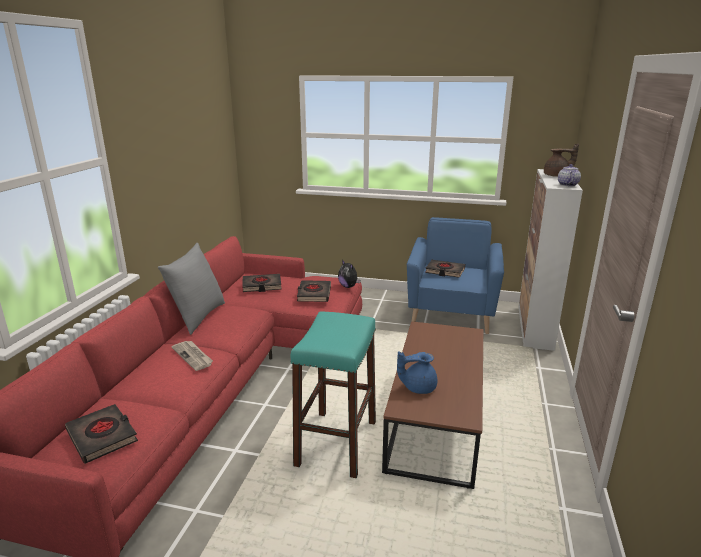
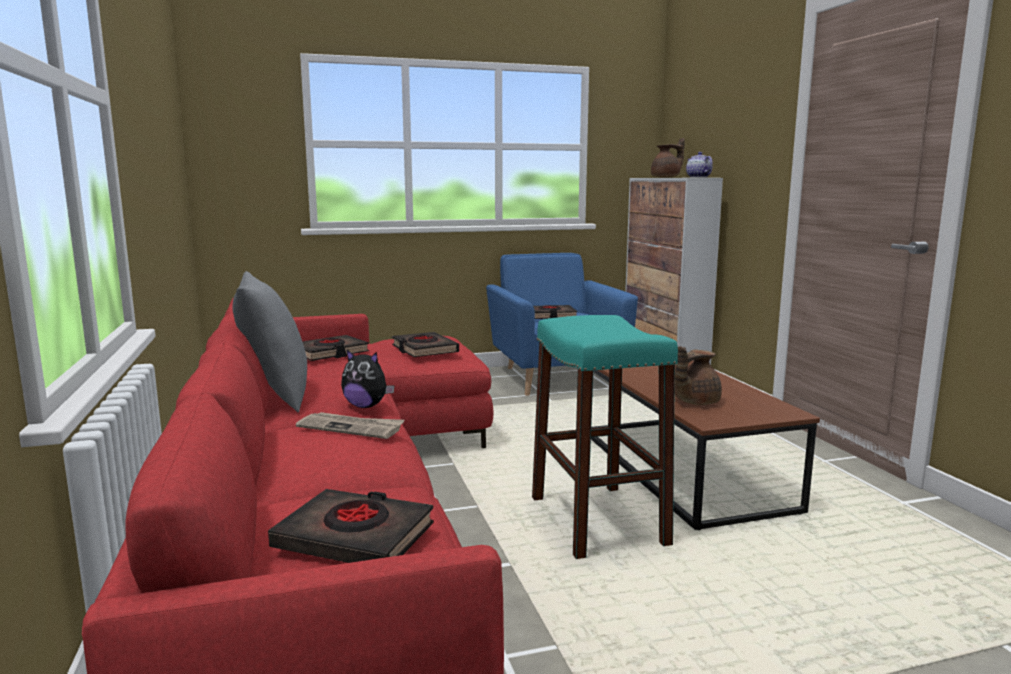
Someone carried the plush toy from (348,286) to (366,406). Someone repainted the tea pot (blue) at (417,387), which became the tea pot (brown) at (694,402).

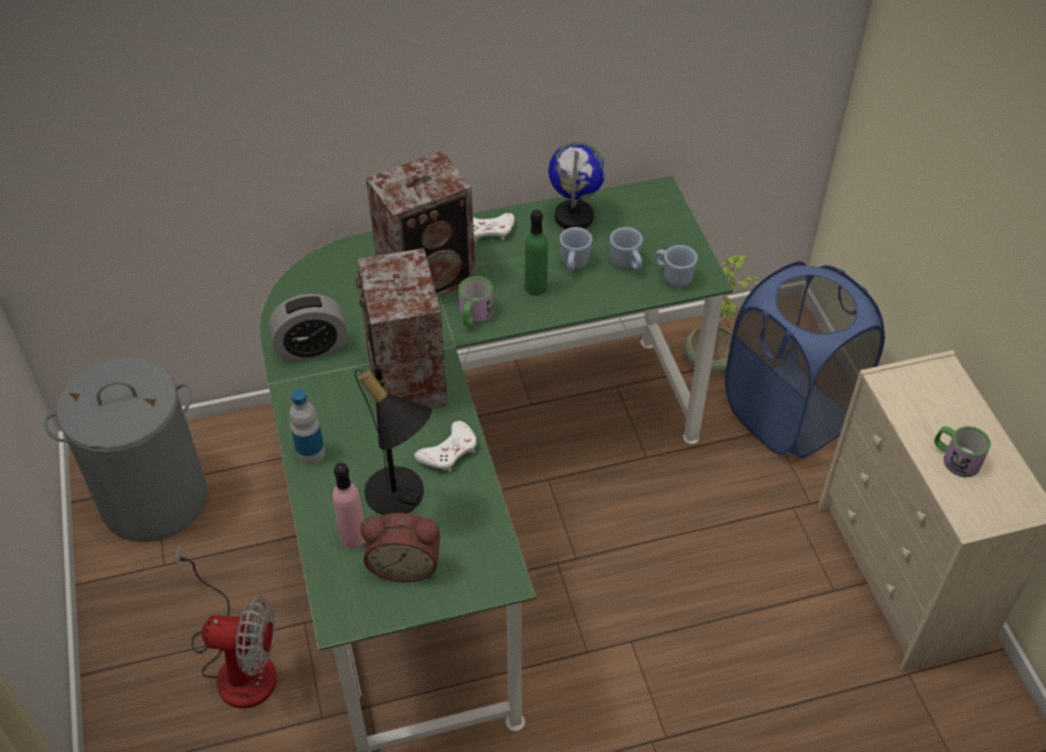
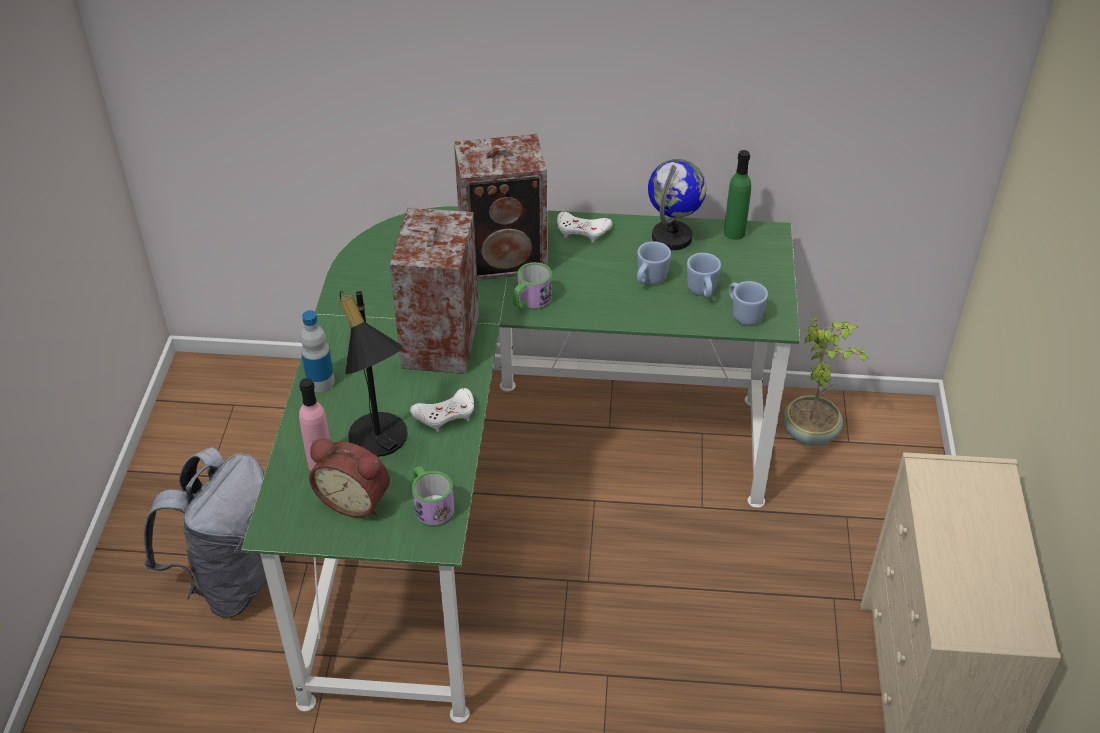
Someone took away the laundry basket (grey) at (153,499). Someone swapped the fan at (237,662) for the backpack (grey) at (232,579). Someone took away the alarm clock at (311,349). Someone carried the drink bottle (green) from (536,287) to (734,232). Someone took away the laundry basket (blue) at (788,414). Someone carried the coffee mug from (955,458) to (431,506).

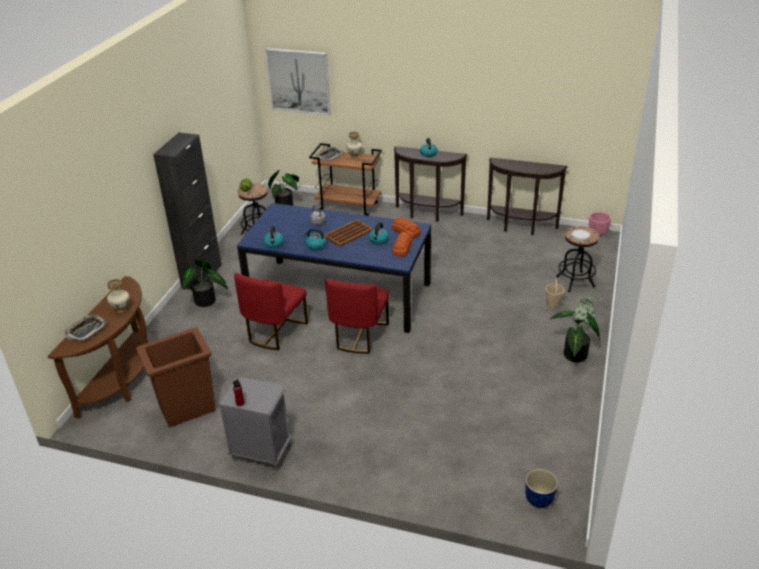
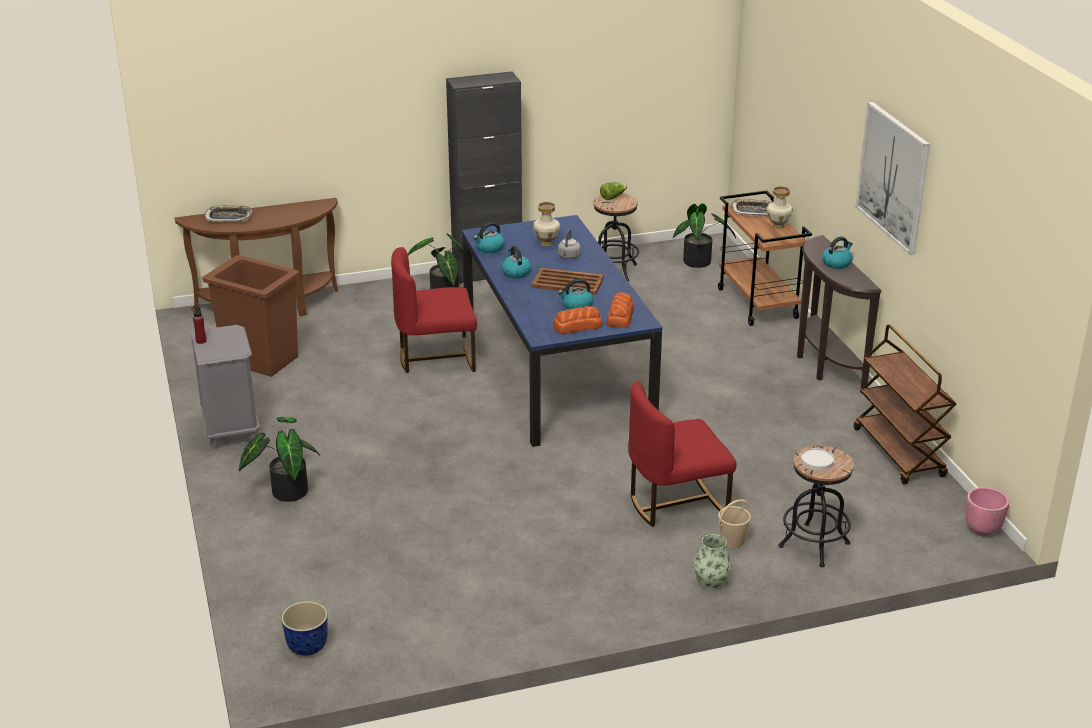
Someone carried the vase from (121,309) to (547,243). Someone carried the wall picture from (299,81) to (893,176). Someone carried the chair (reddish) from (359,336) to (676,503). Someone swapped the console table (brown) at (521,227) for the wheeled cart (brown) at (899,453). Someone carried the potted plant from (573,356) to (286,491).

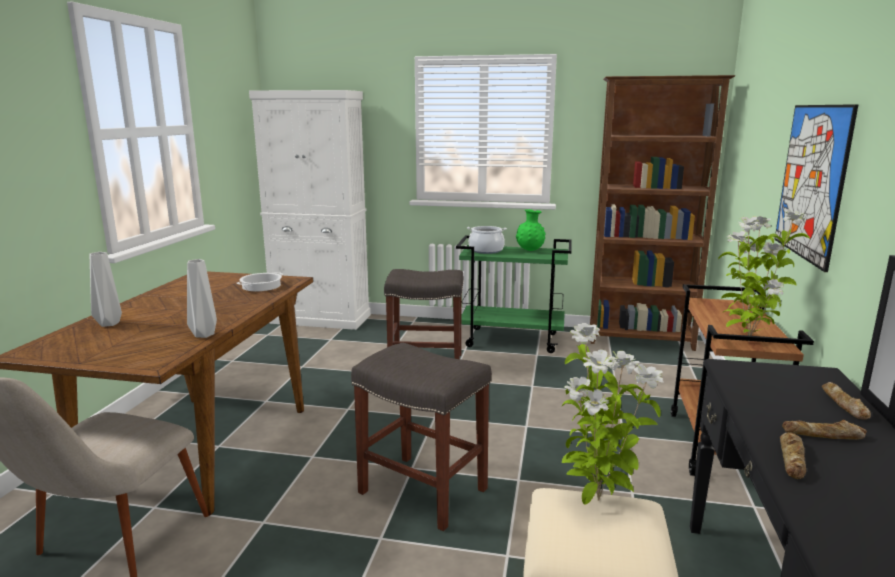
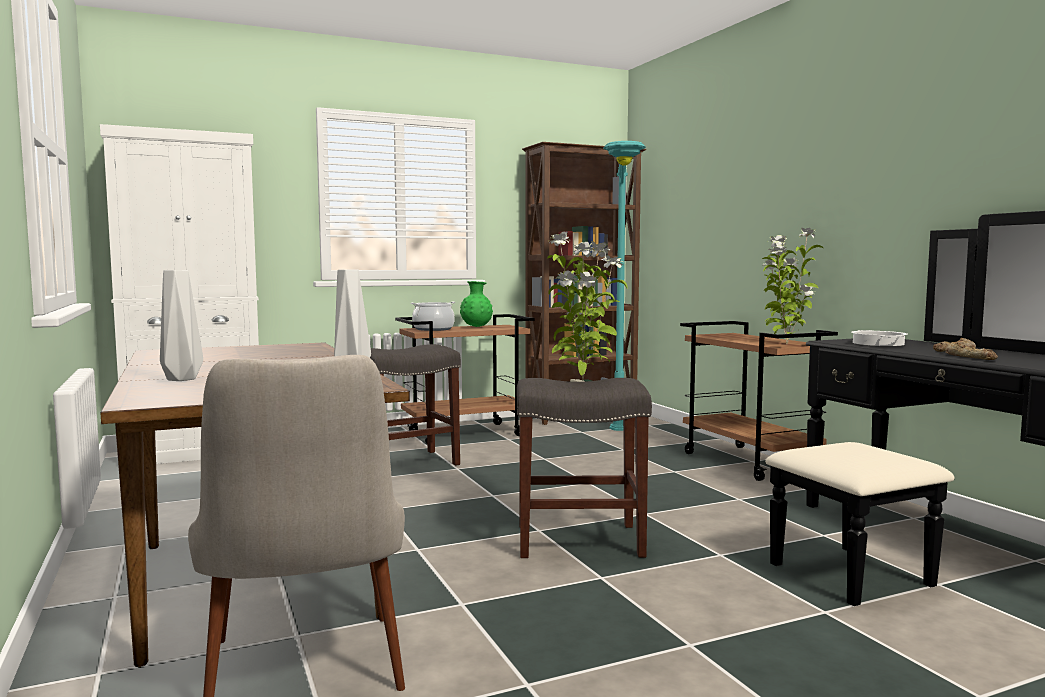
Someone carried the cooking pot from (261,286) to (877,343). Someone repainted the wheeled cart (green) at (513,340), which became the wheeled cart (brown) at (466,433). Someone carried the potted plant from (597,502) to (582,380). Someone took away the wall picture at (811,182). Someone took away the bread at (843,405). Someone put down the floor lamp (turquoise-coloured) at (619,442).

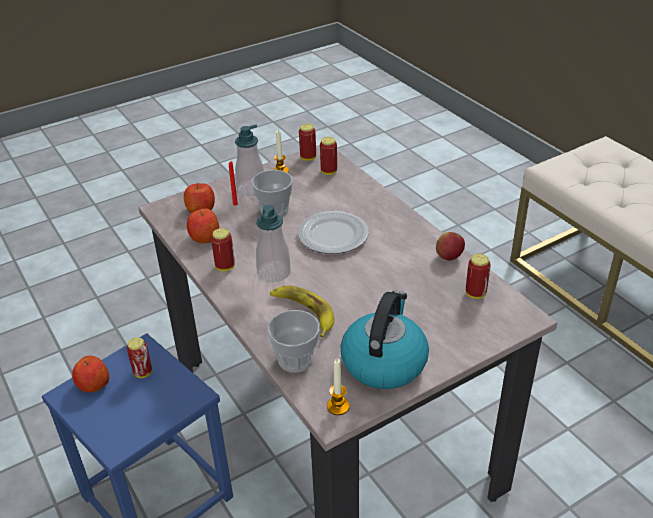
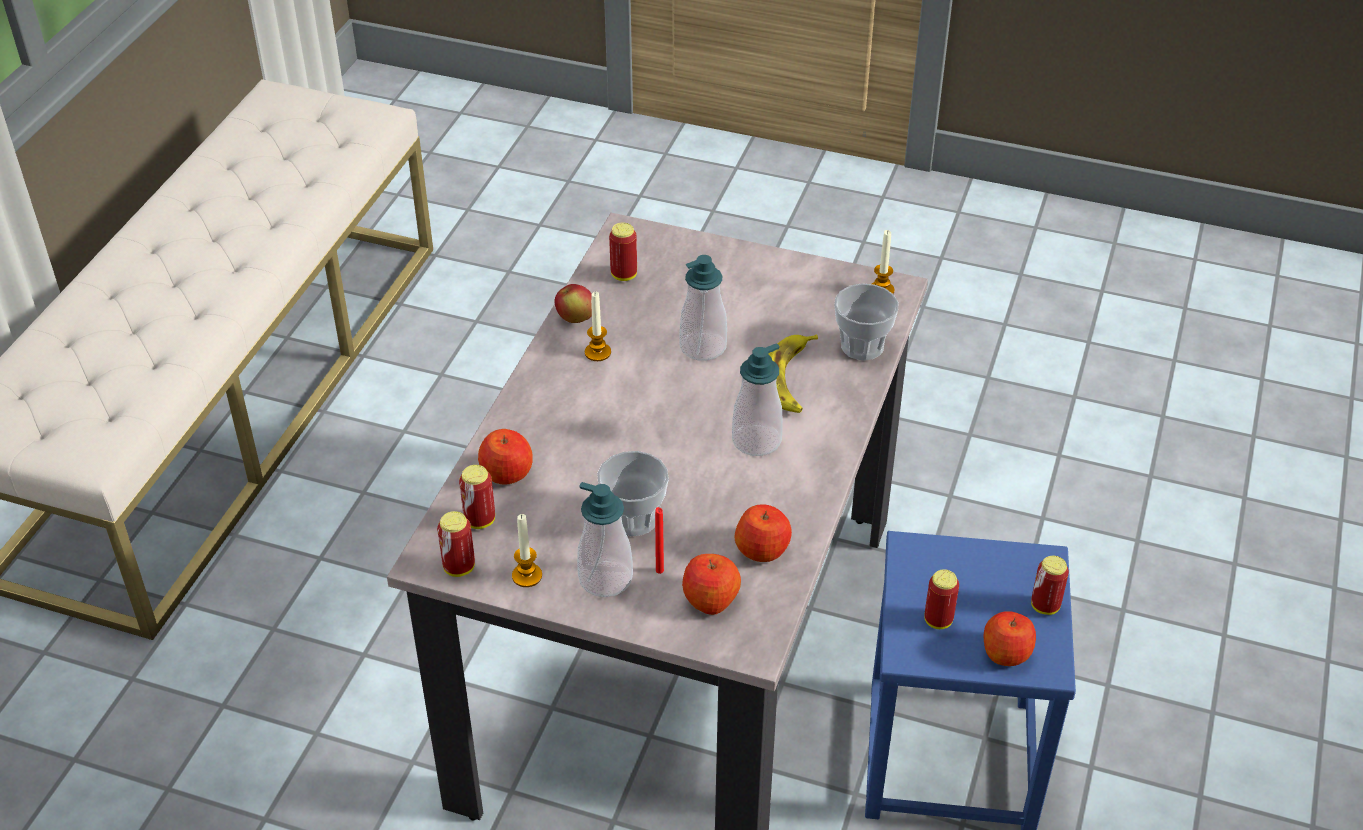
Someone carried the sealed can from (225,267) to (1045,606). Someone took away the flat dish at (333,235). Someone took away the tea kettle at (384,362). Someone put down the apple at (507,473). Someone put down the wax candle at (597,352). Someone put down the liquid soap bottle at (703,347).

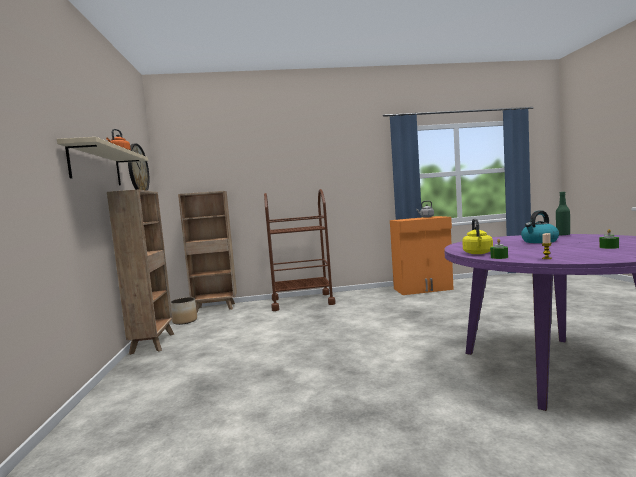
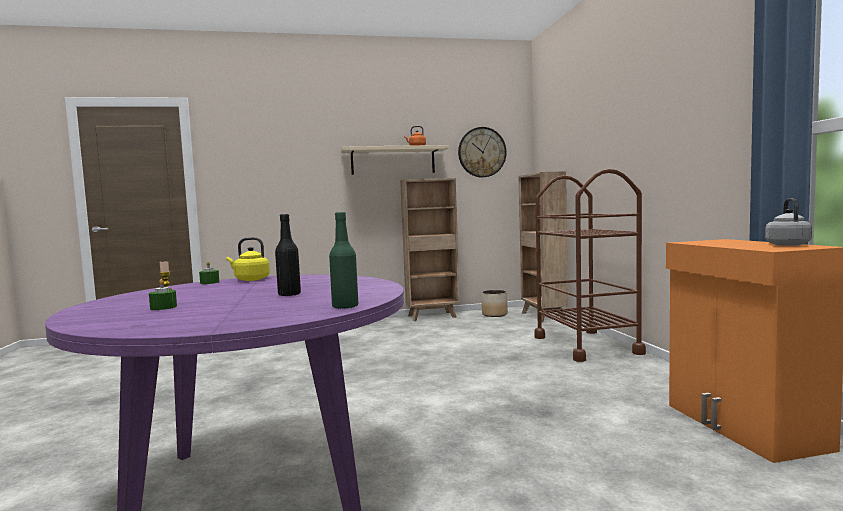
Someone swapped the tea kettle at (539,241) for the drink bottle (black-coloured) at (289,295).

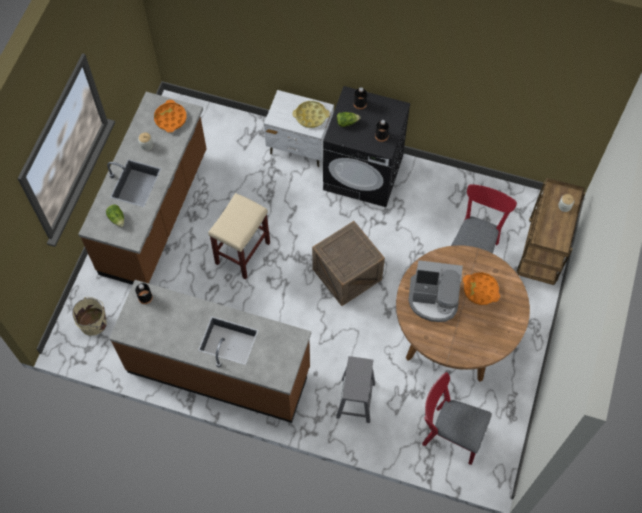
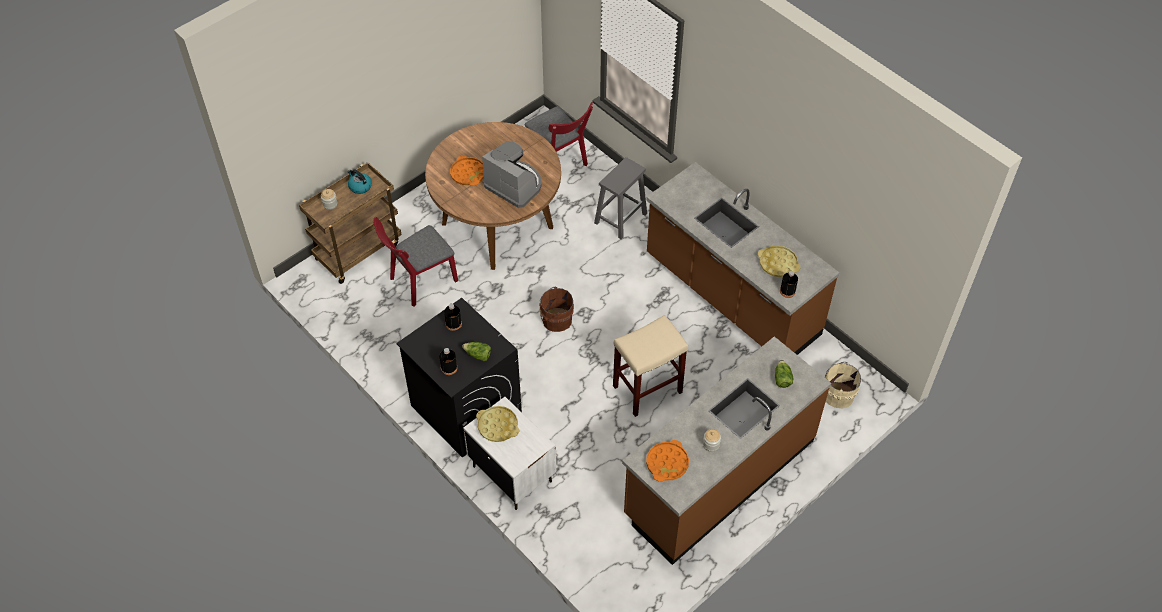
Someone swapped the packing crate at (347,274) for the water bucket (brown) at (555,319). Someone put down the tea kettle at (360,186). Someone put down the tray (yellowish) at (778,264).

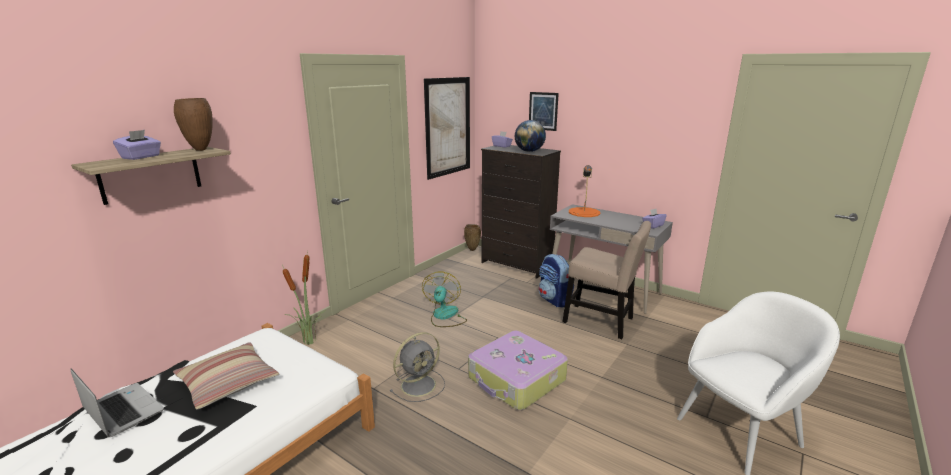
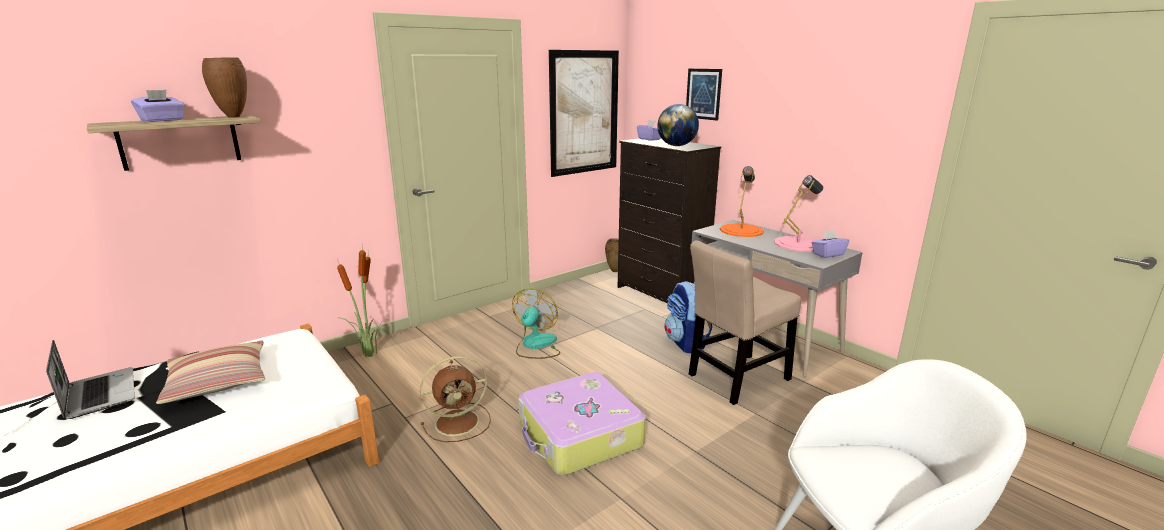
Someone repainted the fan (grey) at (419,384), which became the fan (brown) at (459,422). Someone rotated the chair (beige) at (601,321) by 105 degrees clockwise. Someone put down the lamp for a table (pink) at (798,244).

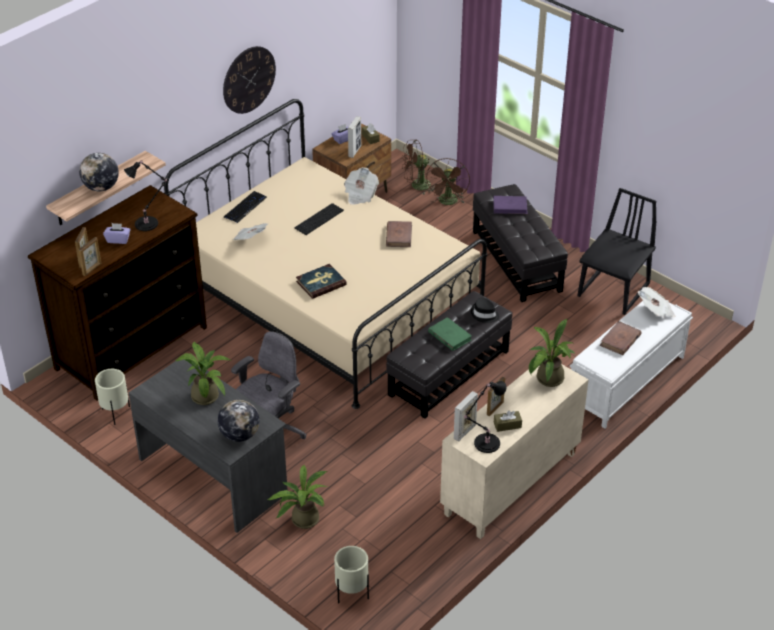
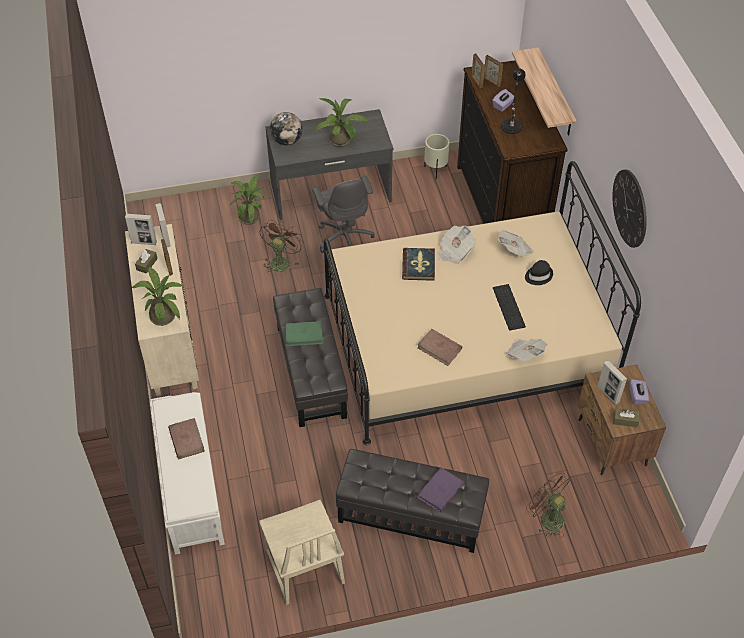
Someone took away the globe at (101,187). Someone took away the keyboard at (245,207). Someone took away the flower pot (beige) at (351,594). Someone carried the fan (brown) from (416,186) to (281,261). Someone swapped the lamp for a table (black-coloured) at (485,444) for the photo frame at (144,242). Someone carried the hat (black-coloured) from (484,314) to (538,275). Someone repainted the chair (black-coloured) at (614,291), which became the chair (beige) at (303,567). Someone carried the daily paper from (655,311) to (455,251).

